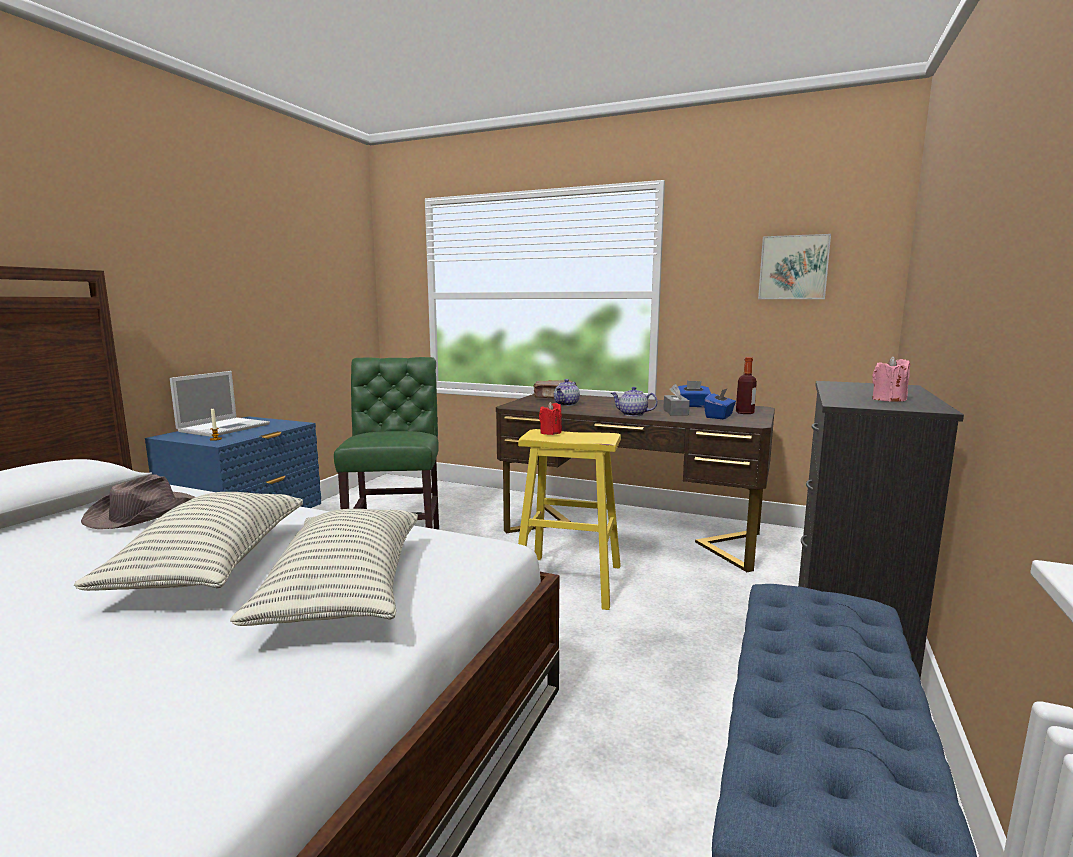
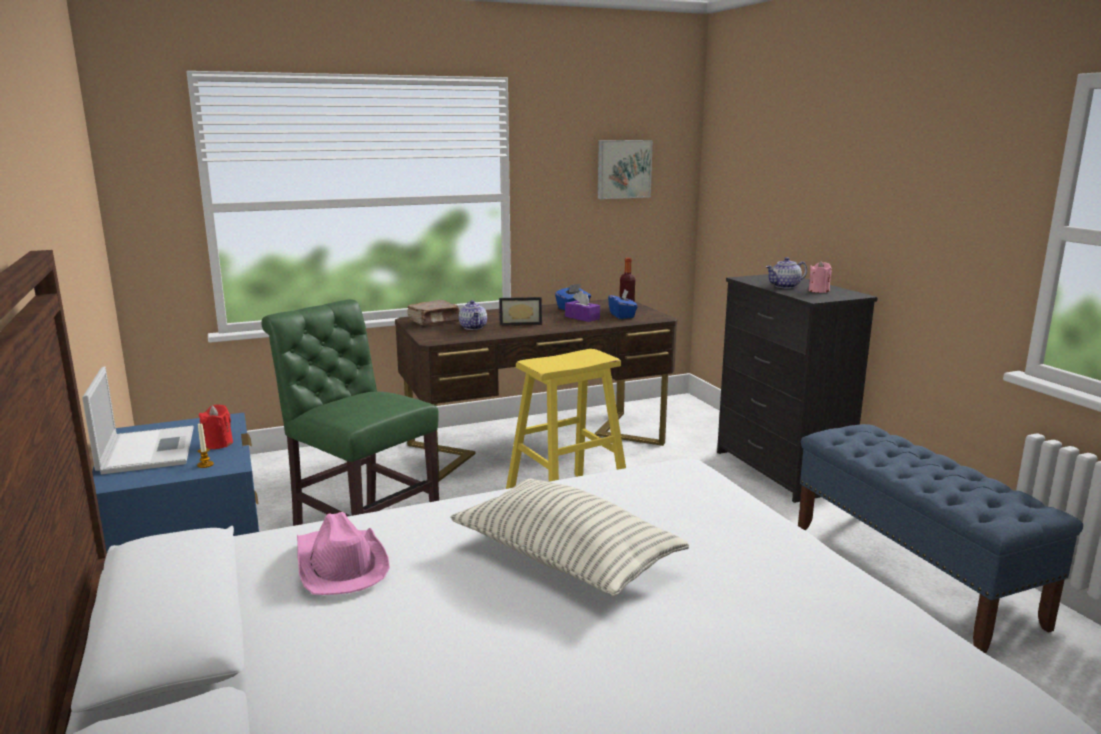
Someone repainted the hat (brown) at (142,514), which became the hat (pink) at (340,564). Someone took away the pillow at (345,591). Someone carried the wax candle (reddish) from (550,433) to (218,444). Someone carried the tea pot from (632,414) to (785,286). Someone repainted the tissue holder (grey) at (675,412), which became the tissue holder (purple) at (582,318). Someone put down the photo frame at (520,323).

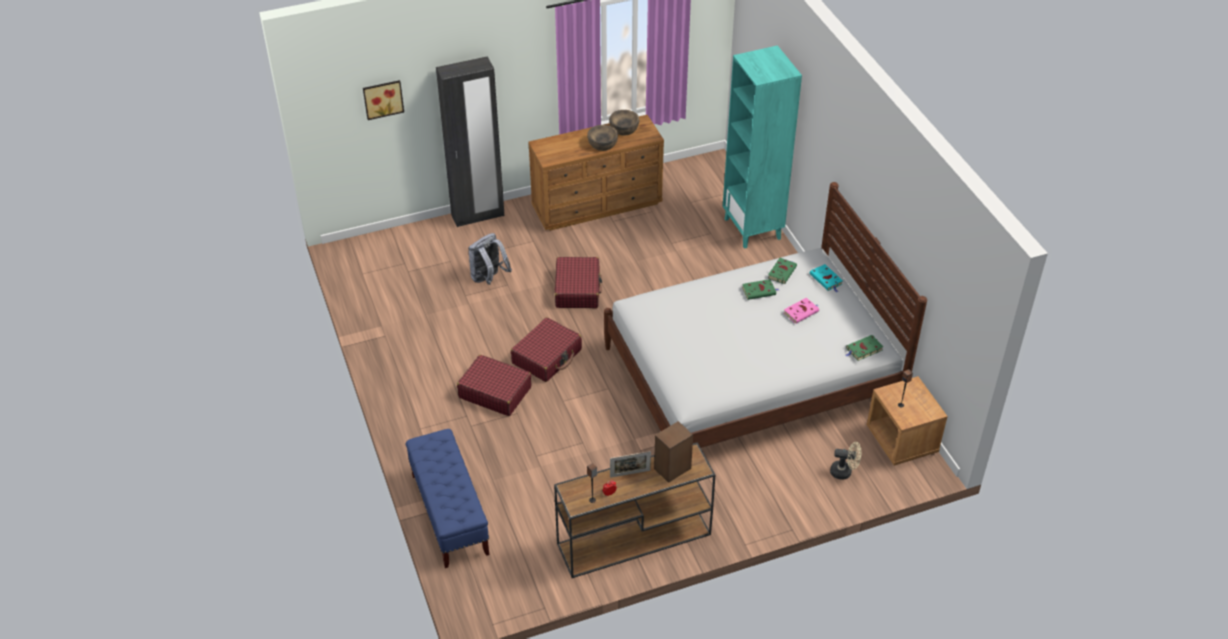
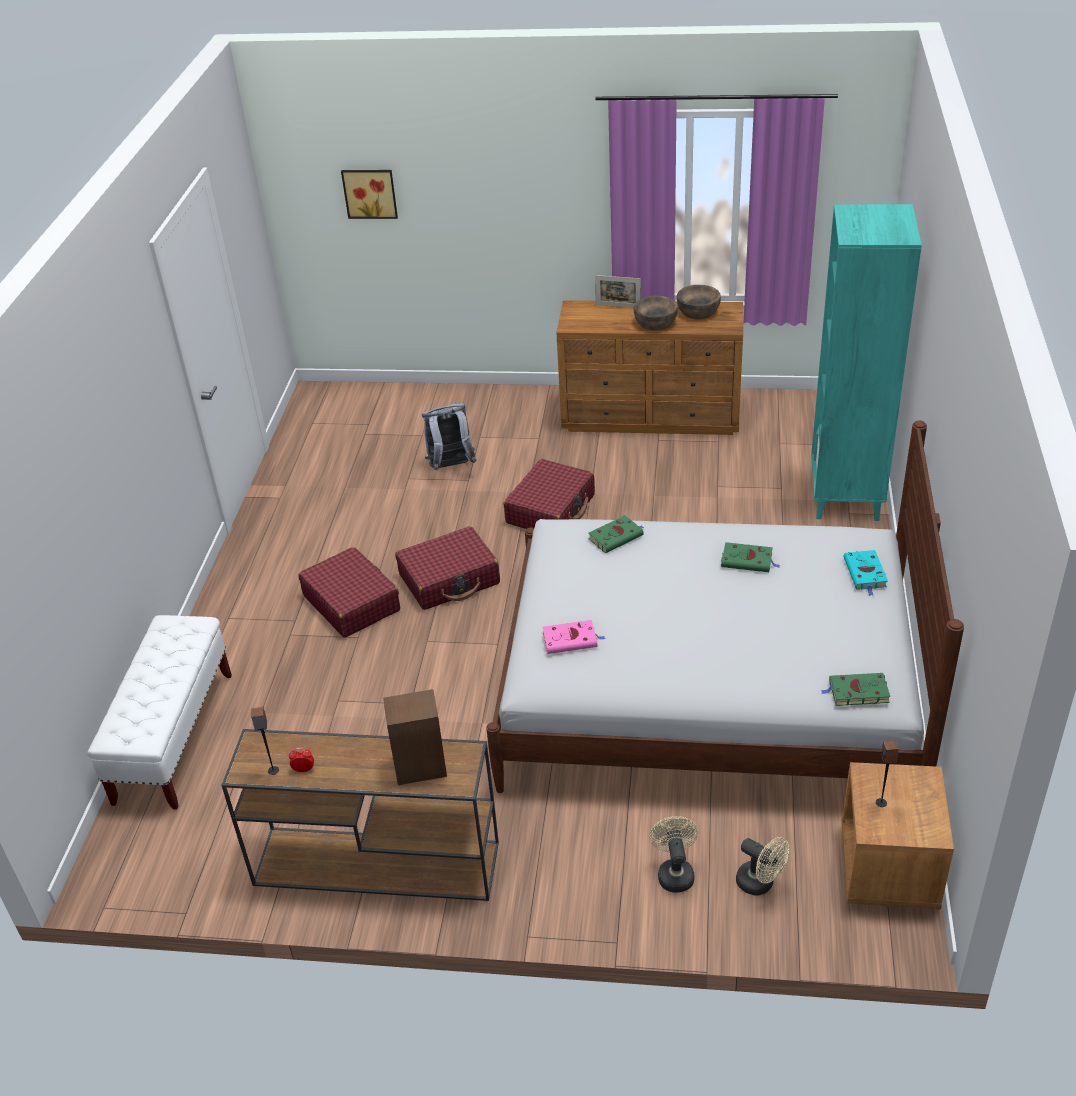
Someone repainted the long seat (blue) at (449,514), which became the long seat (white-coloured) at (174,737). Someone took away the clothes cupboard (black-coloured) at (478,216). Someone carried the photo frame from (630,474) to (618,306). Someone carried the bound book (green) from (782,272) to (617,536). Someone carried the bound book (pink) from (801,312) to (571,640). Someone put down the fan (beige) at (674,872).

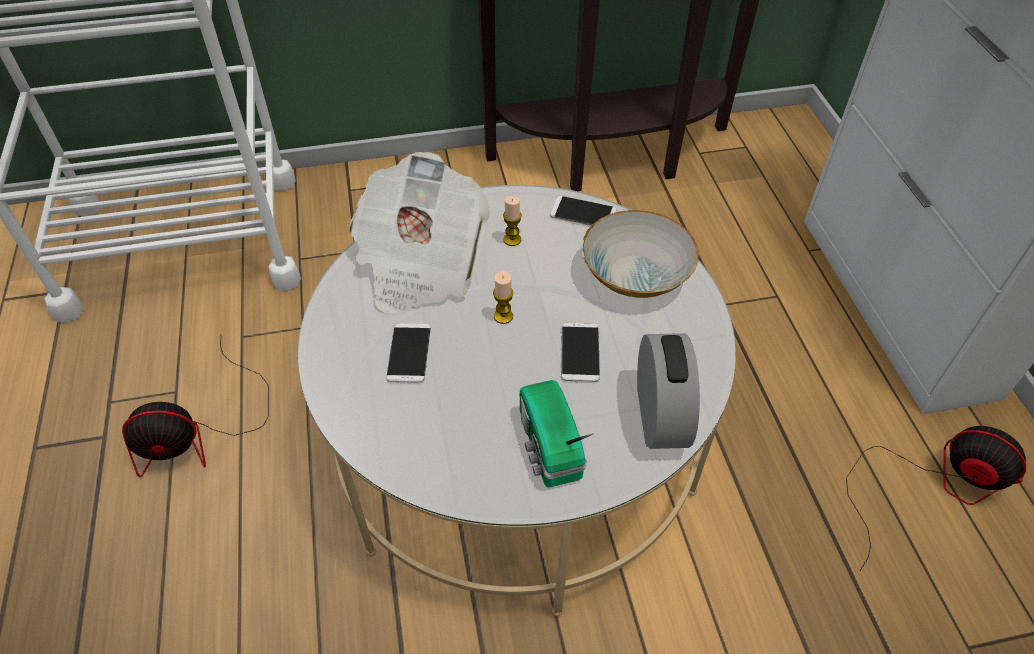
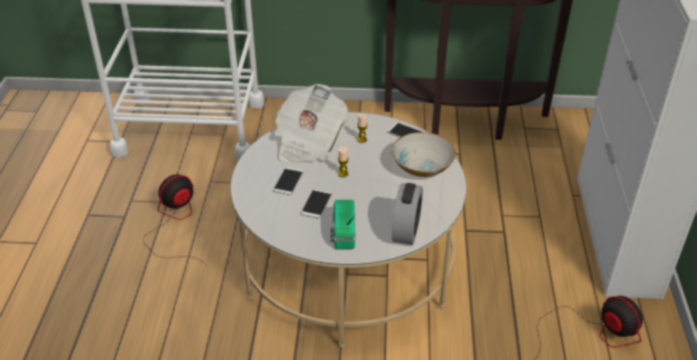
Someone rotated the fan at (200,431) by 135 degrees clockwise. Someone carried the handset from (580,352) to (316,203).

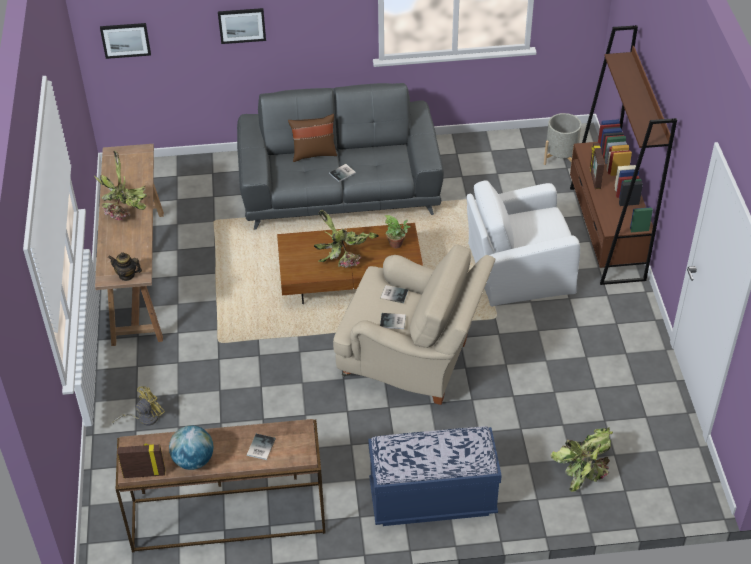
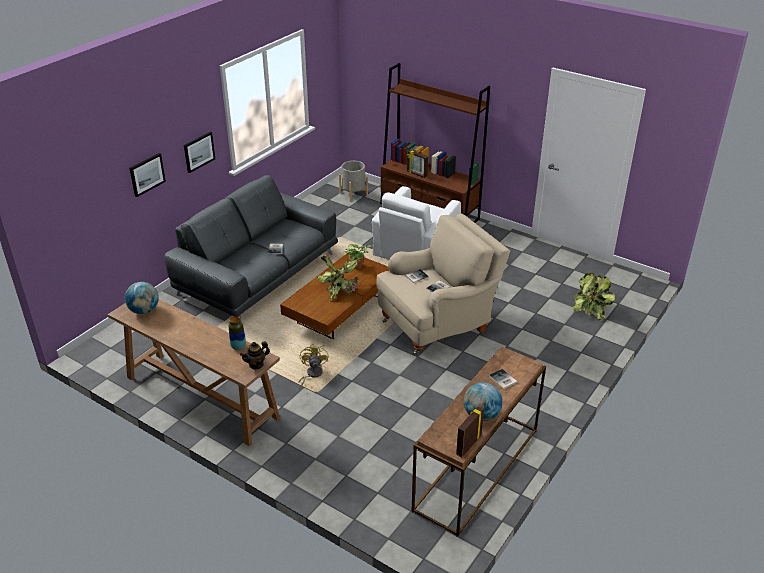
Someone took away the potted plant at (127,212). Someone carried the wall picture from (125,40) to (199,151). Someone carried the fan (yellowish) from (144,418) to (312,374). Someone took away the pillow (brown) at (314,153). Someone took away the long seat (blue) at (432,499). Someone put down the globe at (144,311). Someone put down the vase at (238,347).

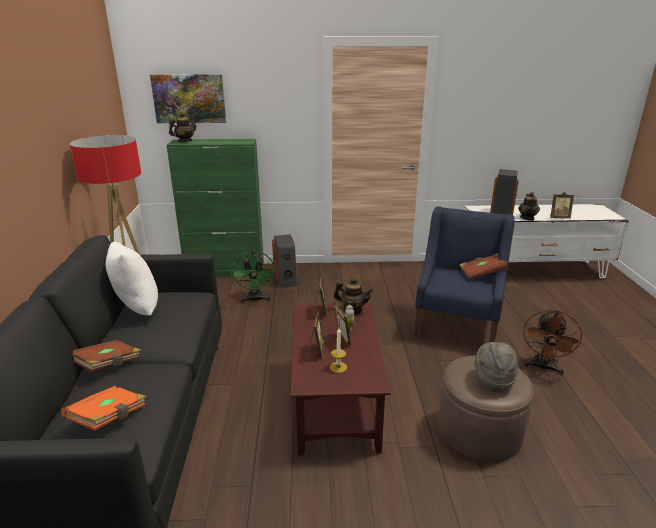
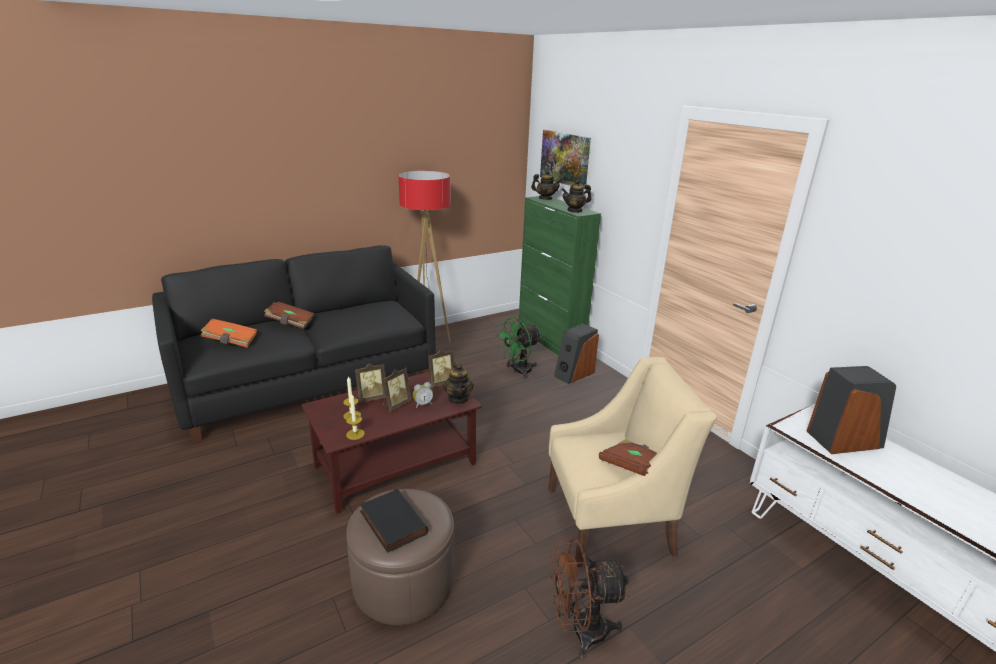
Someone took away the pillow (white-coloured) at (136,309). Someone repainted the lounge chair (blue) at (457,324), which became the lounge chair (beige) at (610,520). Someone swapped the hat (grey) at (492,381) for the bound book (black-coloured) at (391,523). Someone carried the tea pot from (527,218) to (575,210). Someone took away the photo frame at (558,217). Someone put down the wax candle at (355,434).

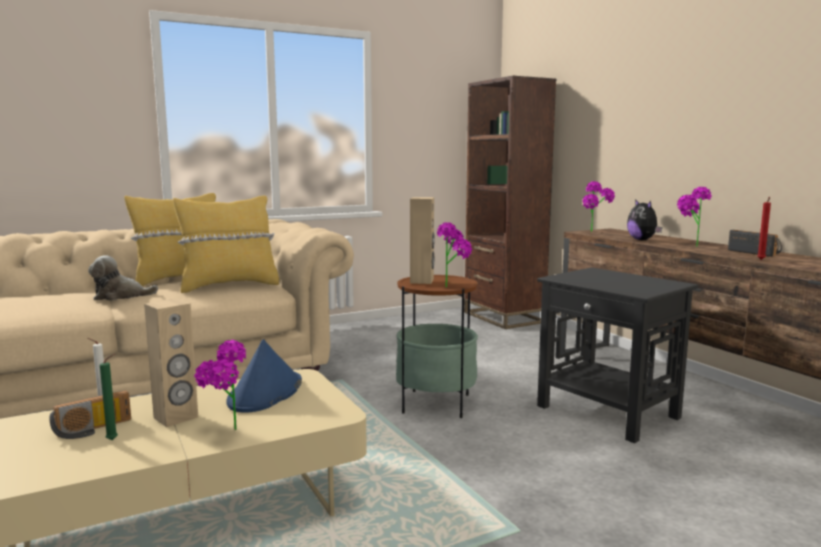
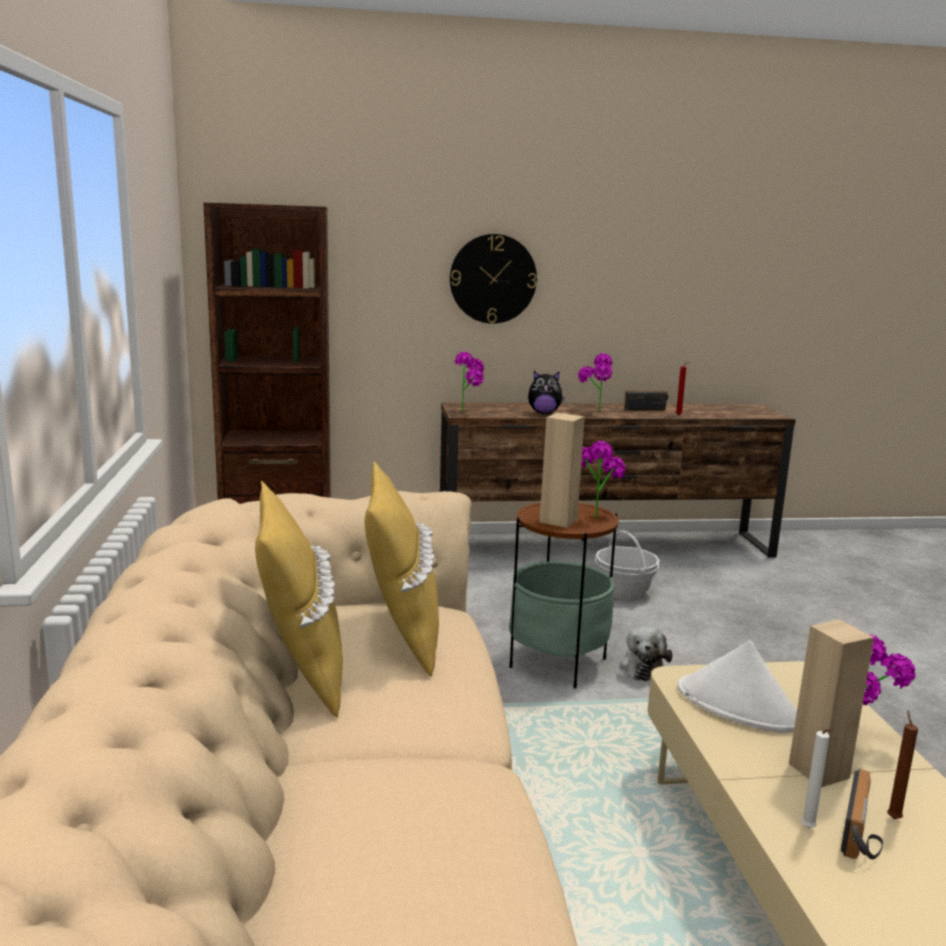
Someone rotated the radio receiver at (93,430) by 45 degrees clockwise. Someone carried the plush toy from (120,296) to (643,667). Someone repainted the wax candle (green) at (114,440), which became the wax candle (brown) at (893,817). Someone repainted the hat (blue) at (265,393), which became the hat (white-coloured) at (739,706). Someone swapped the side table (black-coloured) at (609,412) for the household basket at (624,591). Someone put up the hanging clock at (493,279).

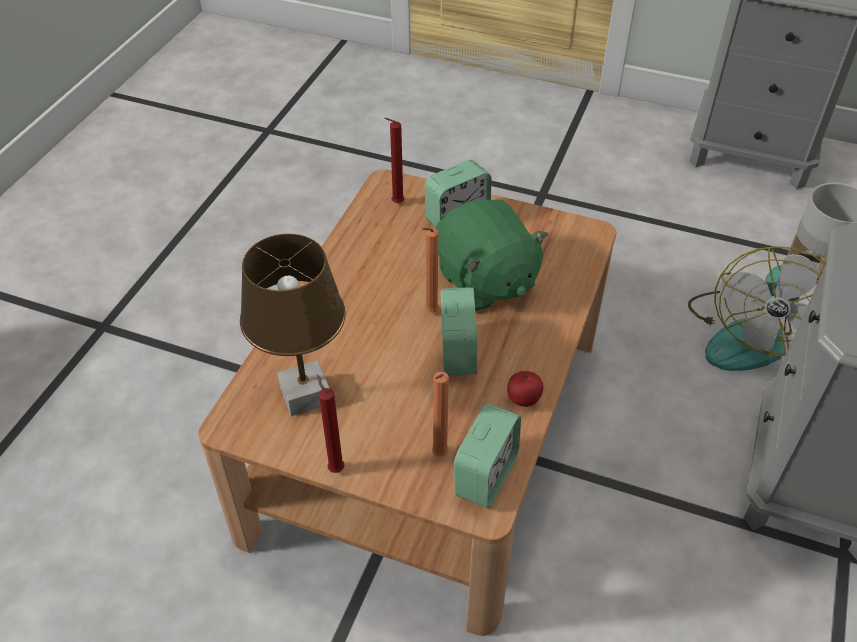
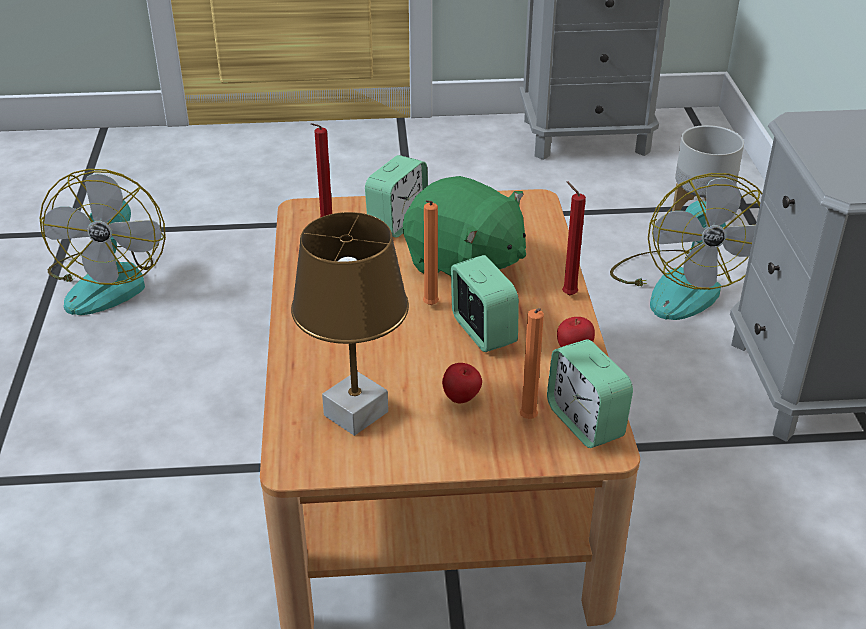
Someone carried the wax candle (reddish) from (335,467) to (567,294). Someone rotated the alarm clock at (485,476) by 150 degrees clockwise. Someone put down the fan at (110,280). Someone put down the apple at (461,399).

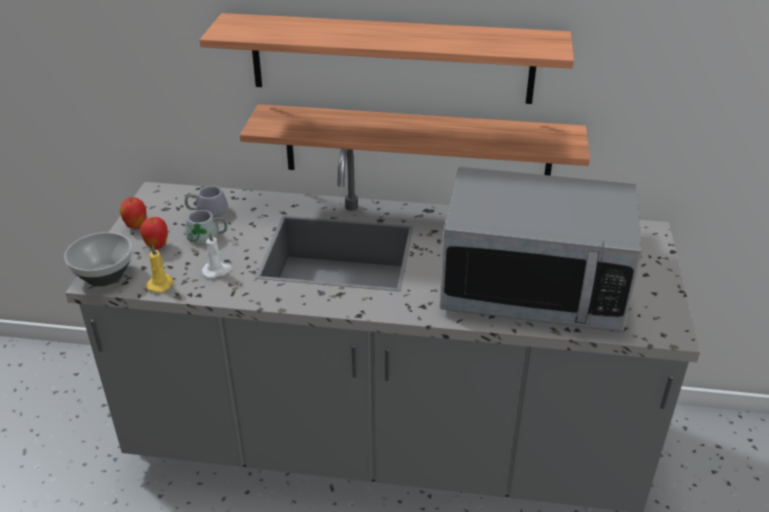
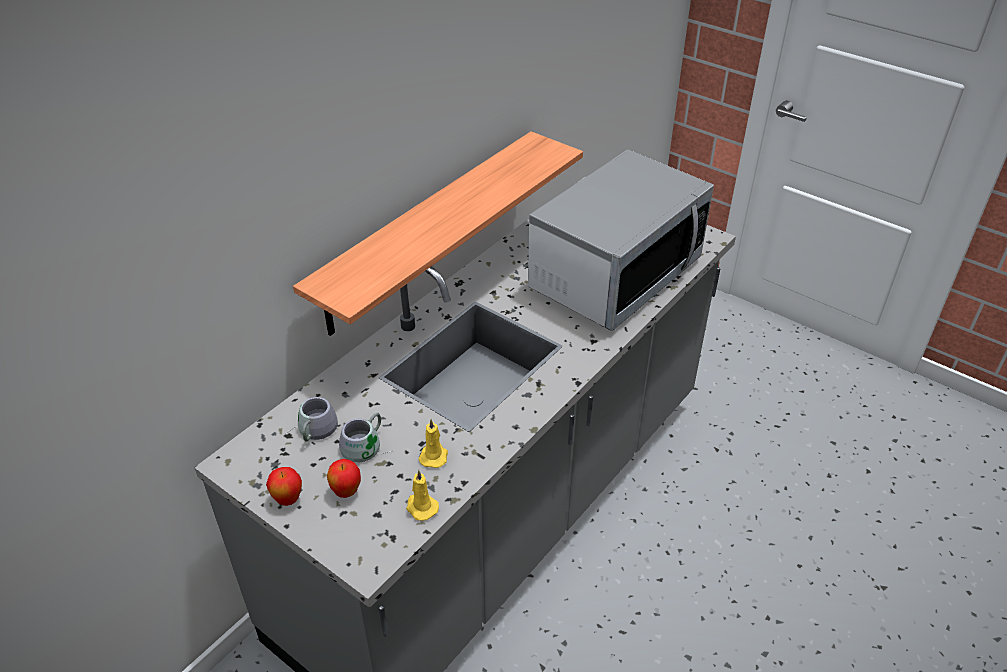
Someone took away the deep dish at (104,276). Someone took away the wall shelf at (391,58). Someone repainted the wax candle (white-coloured) at (217,271), which became the wax candle (yellowish) at (434,456).

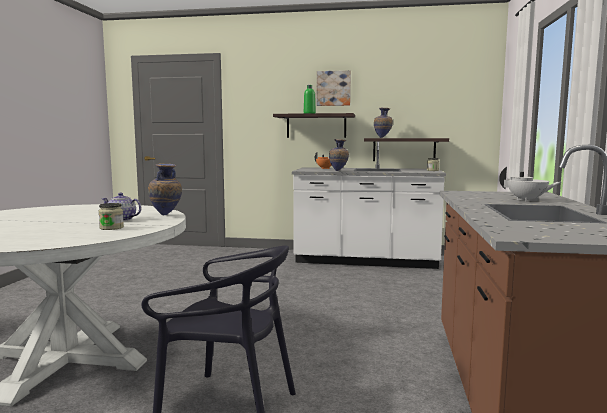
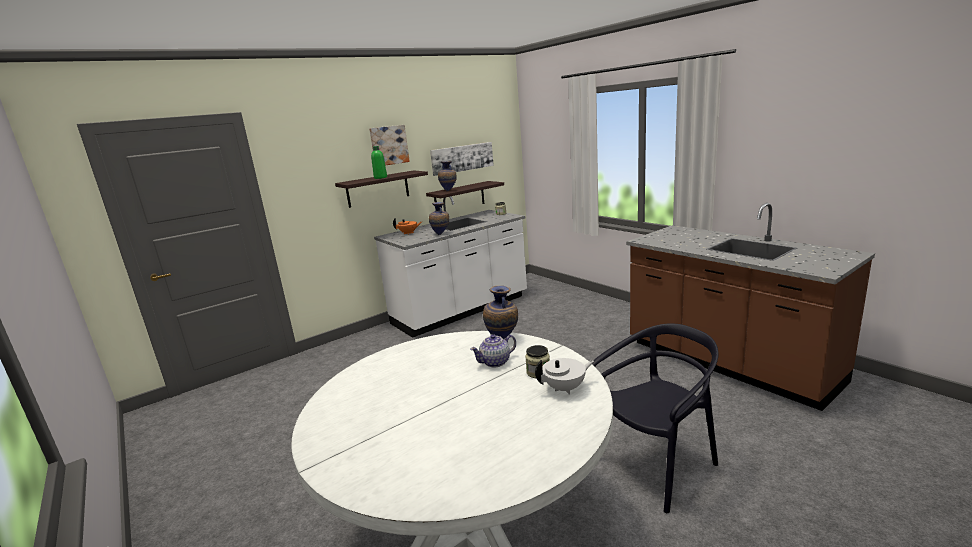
Someone carried the tea pot (white-coloured) from (527,200) to (565,388). Someone put up the wall picture at (462,158).

